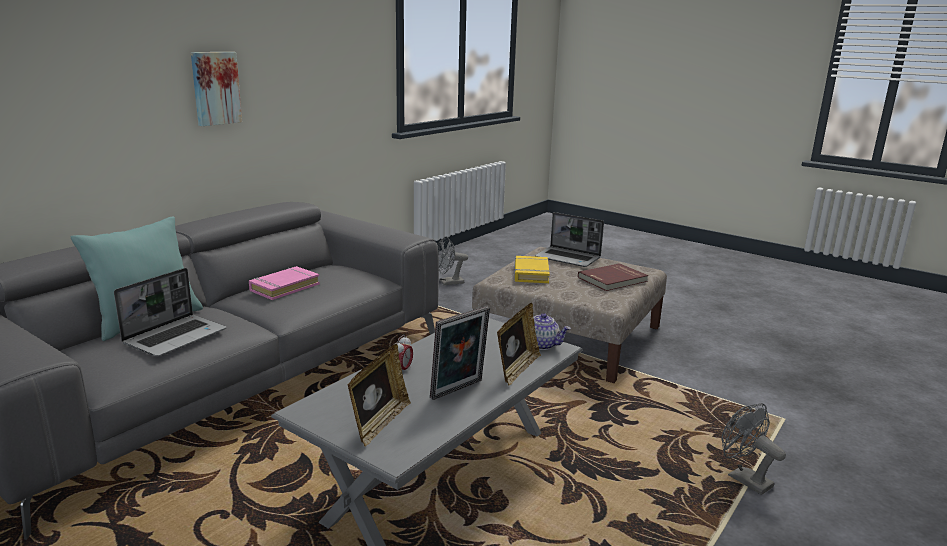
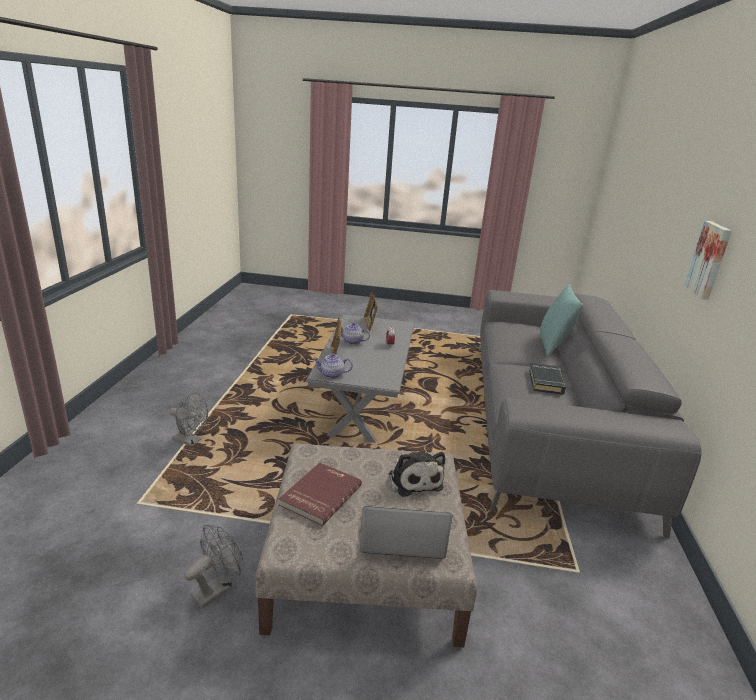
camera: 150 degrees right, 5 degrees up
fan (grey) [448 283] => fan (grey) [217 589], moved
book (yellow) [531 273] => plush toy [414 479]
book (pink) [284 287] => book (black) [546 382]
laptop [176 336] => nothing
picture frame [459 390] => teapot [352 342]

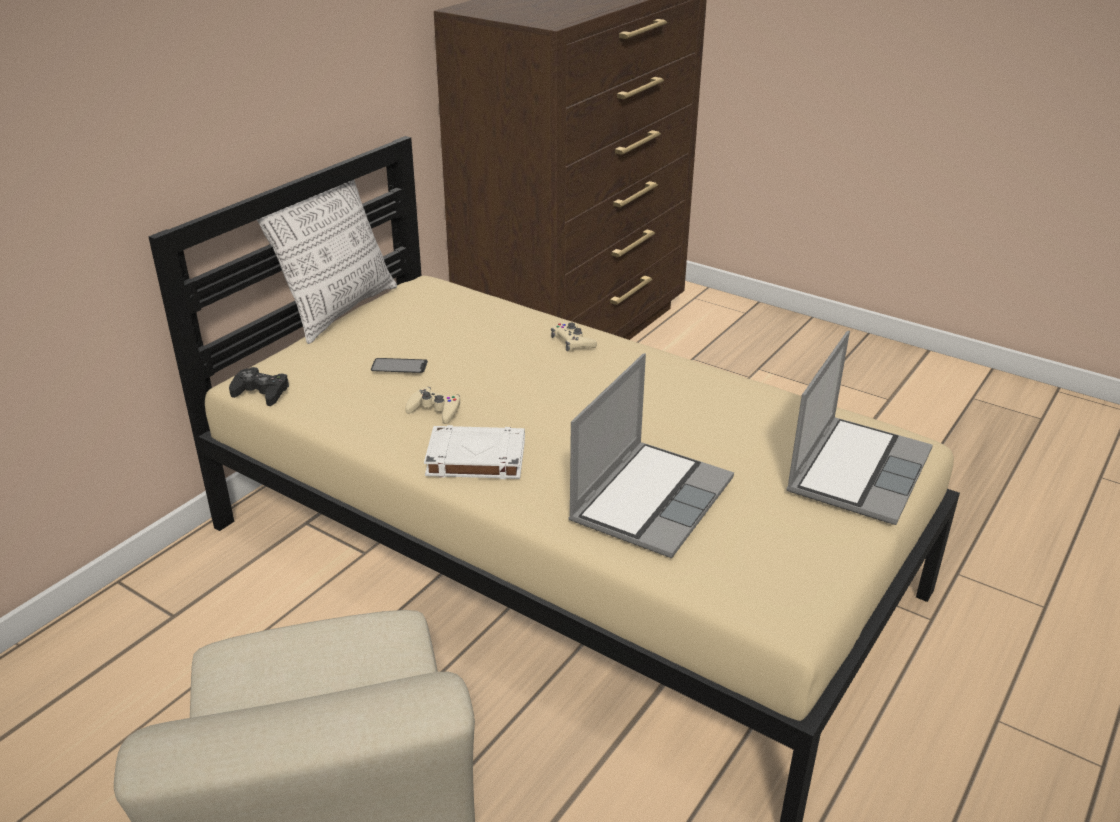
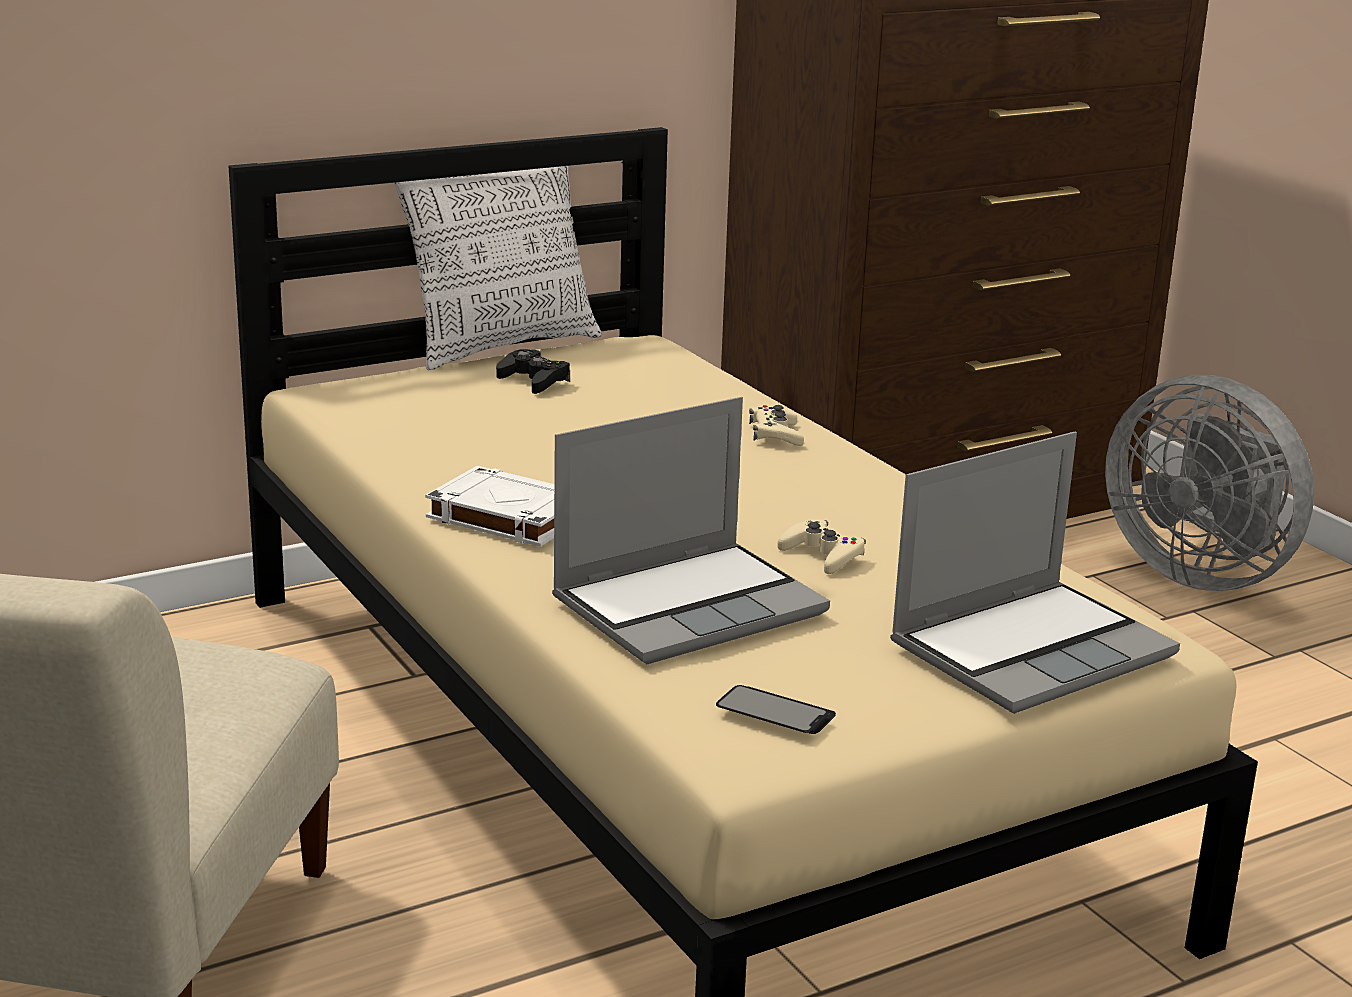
camera: 25 degrees right, 10 degrees down
phone [399 367] => phone [775 713], moved
game controller (black) [261 392] => game controller (black) [534 381], moved
game controller (beige) [434 410] => game controller (beige) [822 555], moved
nothing => fan (grey) [1199 572]

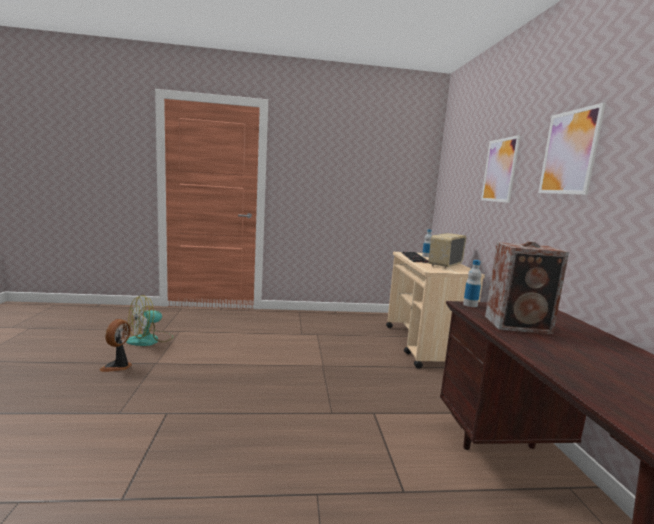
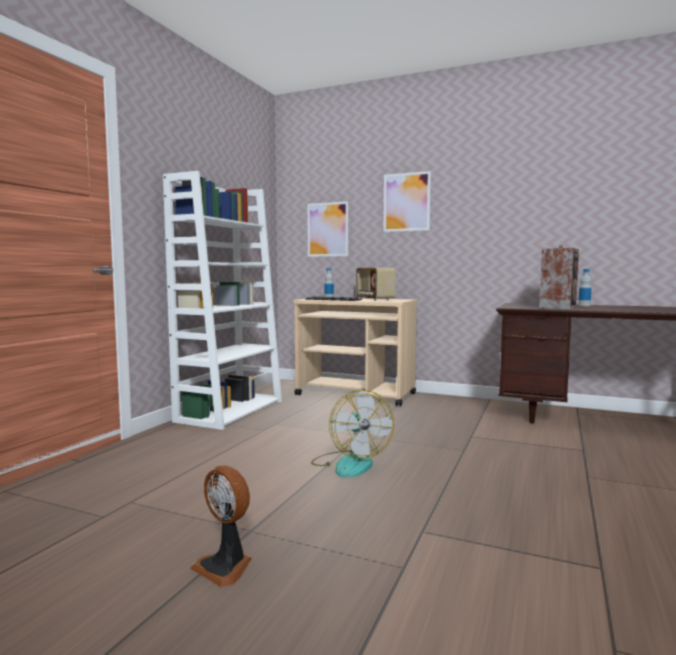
camera: 60 degrees left, 5 degrees down
picture [569 152] => picture [328 229], moved
bottle [470 305] => bottle [584 305], moved
fan [150 340] => fan [350 463], moved
nothing => bookcase (white) [230 410]

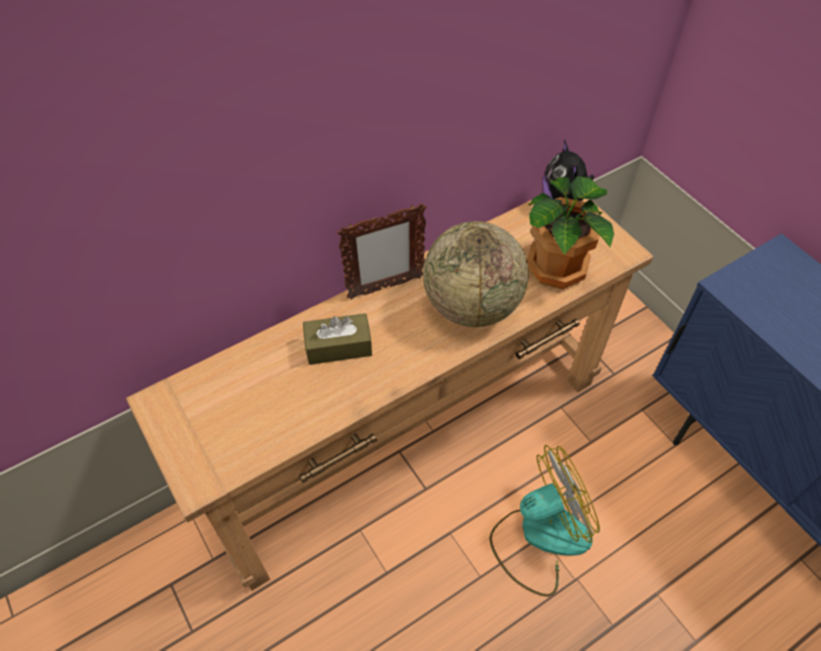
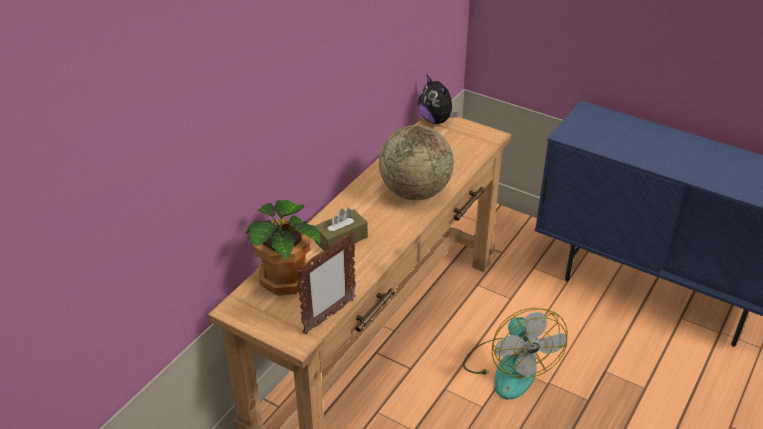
camera: 25 degrees left, 15 degrees down
potted plant [559 267] => potted plant [287 278], moved
picture frame [385 287] => picture frame [329 316], moved
fan [539 536] => fan [509 367], 120 degrees clockwise

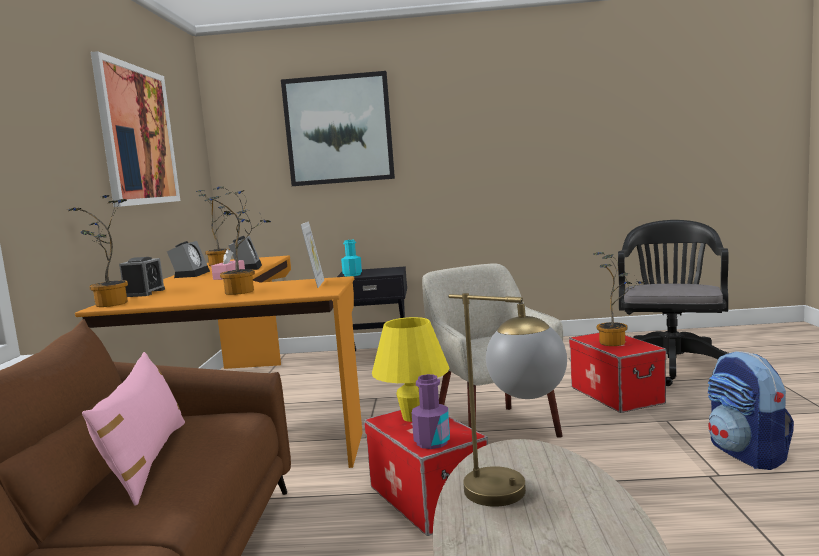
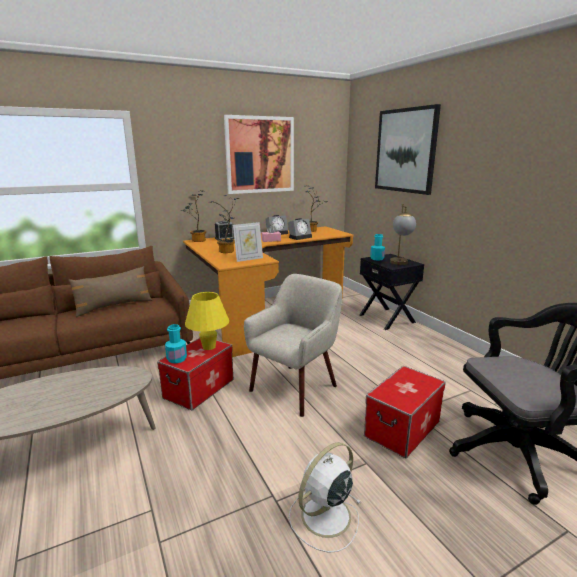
camera: 60 degrees right, 10 degrees up
potted plant [616 343] => nothing
table lamp [516 495] => table lamp [400 264], moved
backpack [747 454] => fan (white) [324 517]
pillow (pink) [146 460] => pillow (brown) [114 306]
bottle (purple) [432 442] => bottle (turquoise) [177 359]

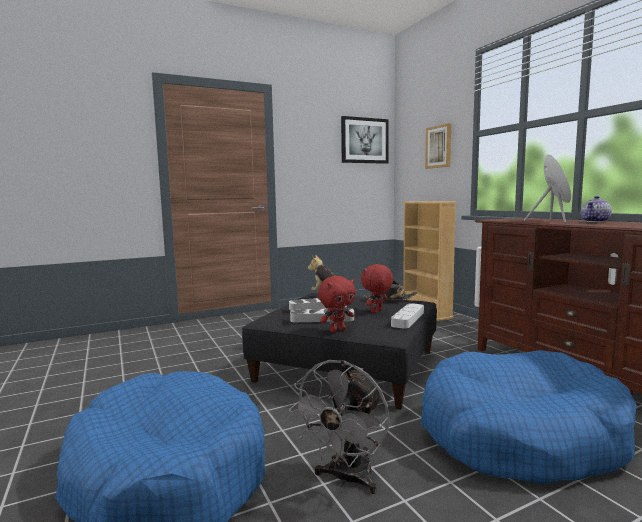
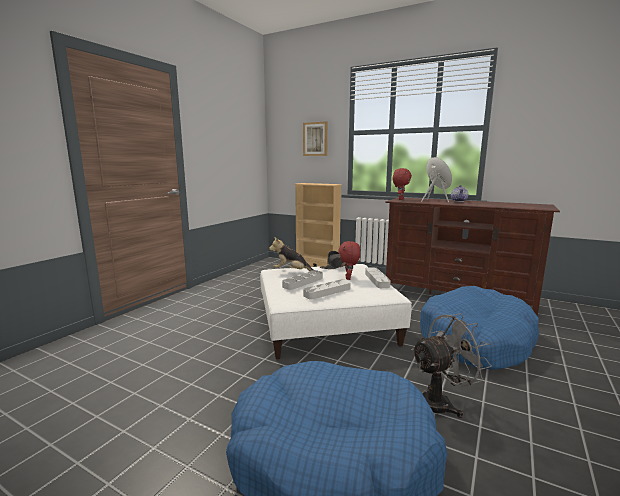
camera: 35 degrees left, 5 degrees up
picture [364 140] => nothing
plush toy (red) [337 330] => plush toy (red) [400 199], moved
ottoman (black) [347 366] => ottoman (white) [326 325]
fan (grey) [346 479] => fan (grey) [441 403], 105 degrees counterclockwise

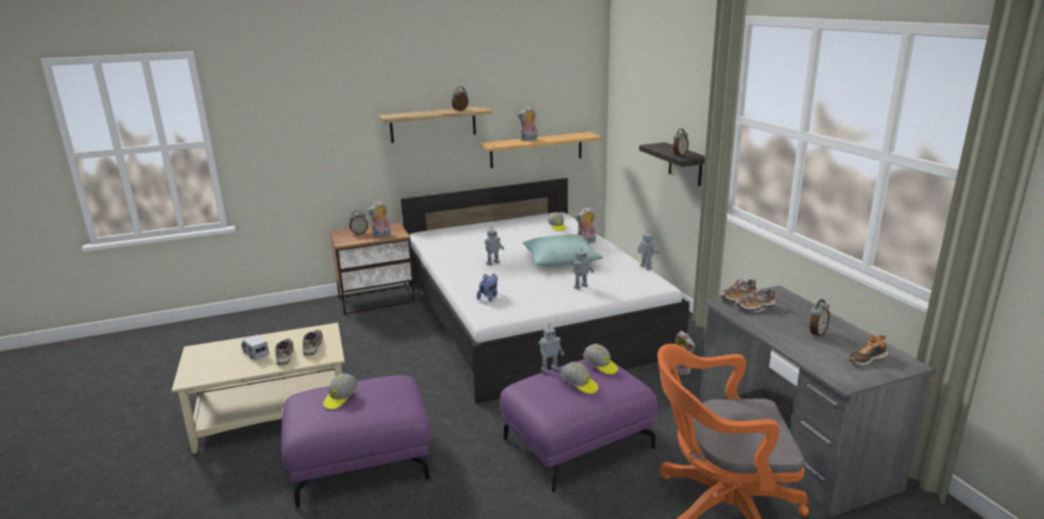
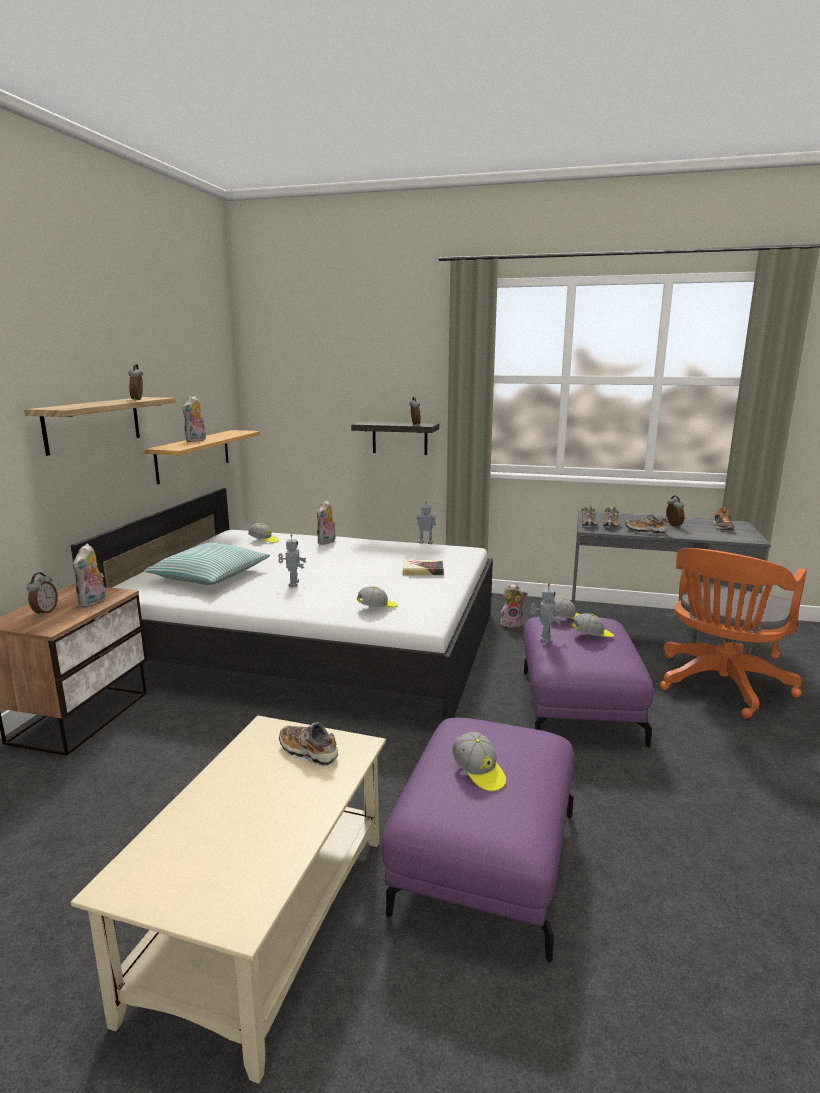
camera: 55 degrees left, 5 degrees down
pillow [561 259] => pillow [209 576], moved
toy robot [580 286] => book [422 571]
plush toy [489 297] => cap [377 608]
toy truck [255 353] => nothing
shoe [285 356] => shoe [645 531], moved

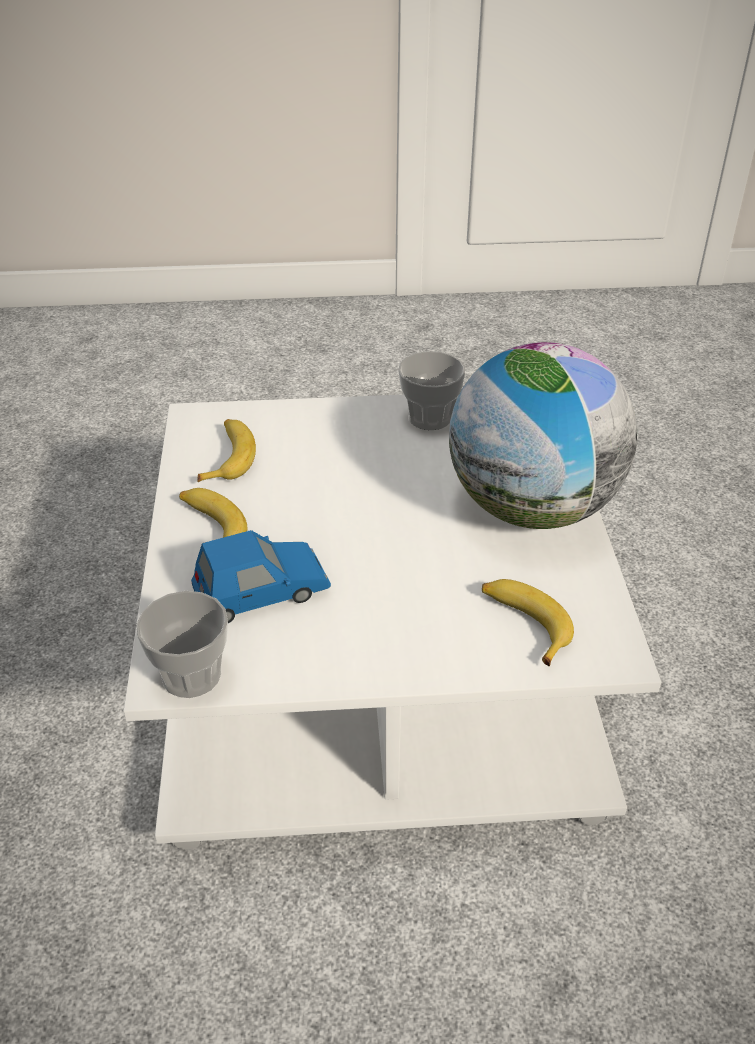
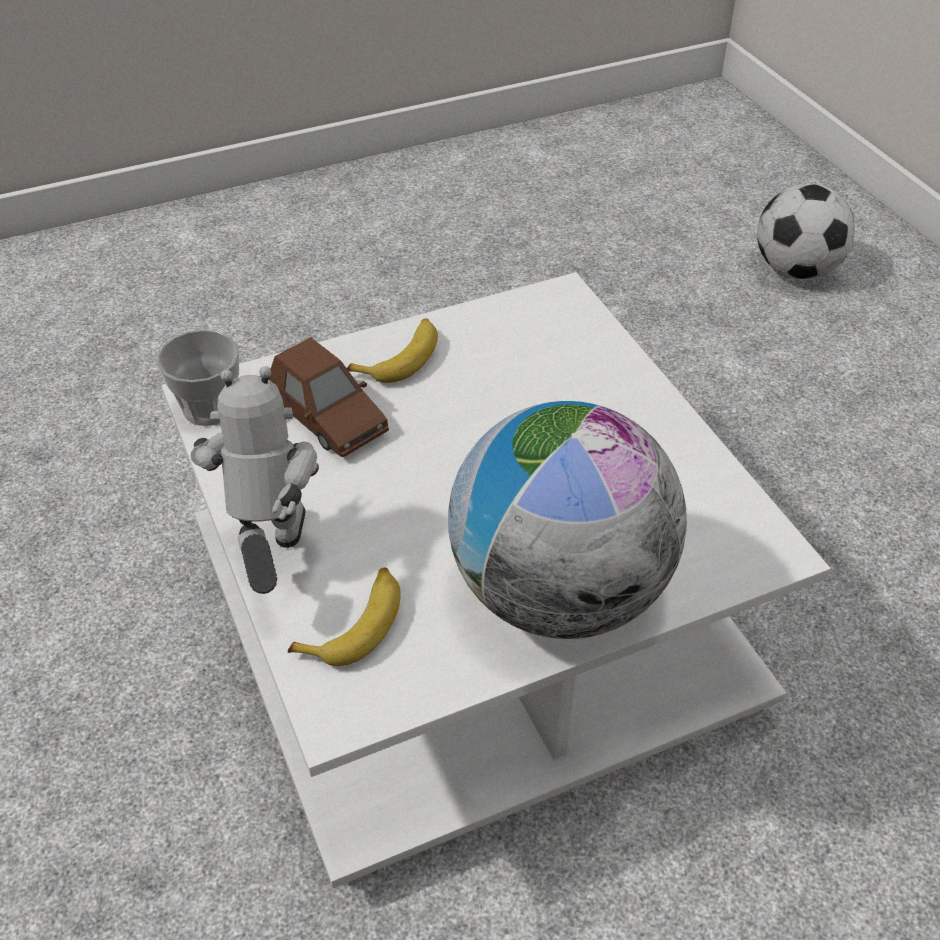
camera: 70 degrees right, 5 degrees up
cup [429 417] => nothing
banana [228 457] => nothing
toy car (blue) [261 592] => toy car (brown) [327 418]
nothing => football [795 270]
nothing => toy robot [273 560]

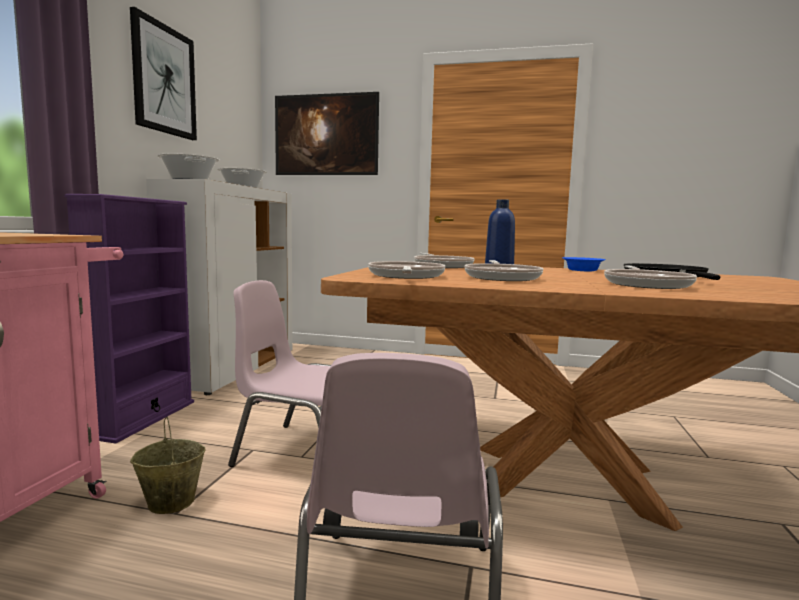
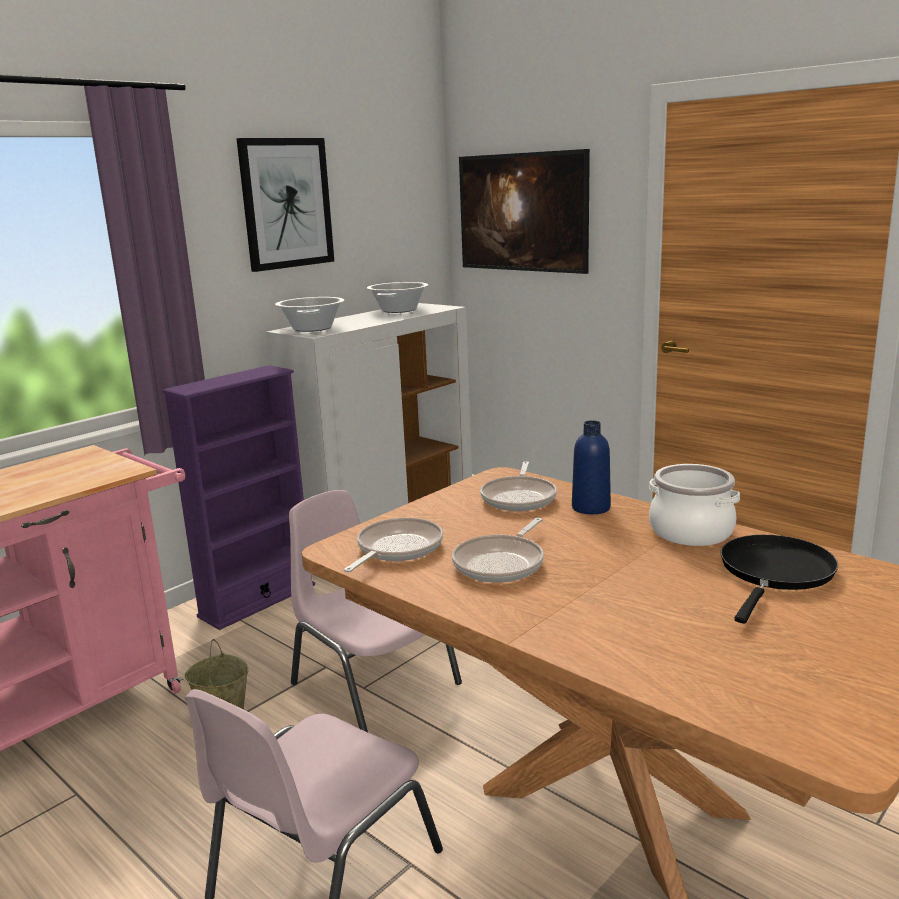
camera: 30 degrees right, 10 degrees up
bowl (blue) [582 270] => cooking pot [690 532]
frying pan [646 285] => nothing

